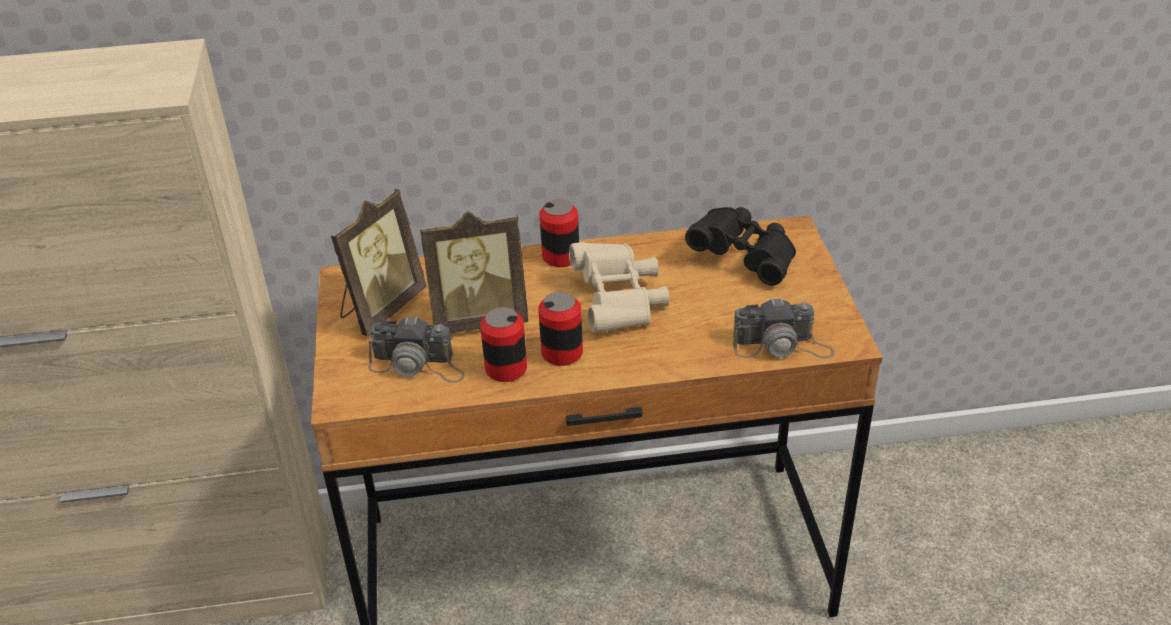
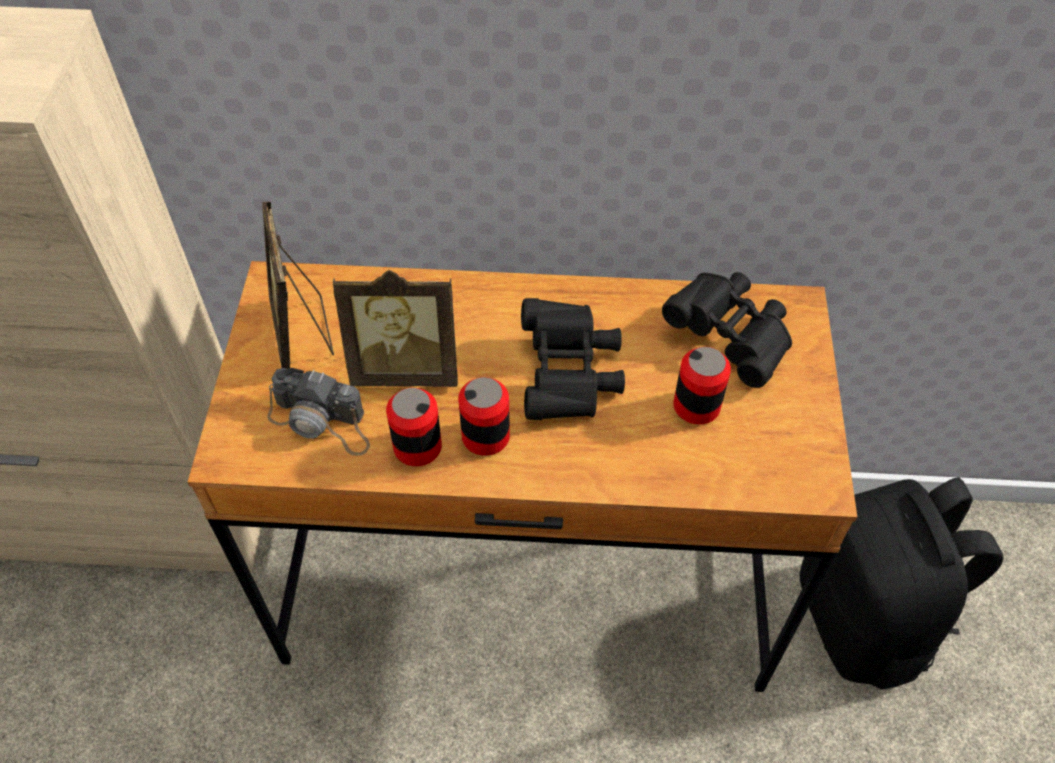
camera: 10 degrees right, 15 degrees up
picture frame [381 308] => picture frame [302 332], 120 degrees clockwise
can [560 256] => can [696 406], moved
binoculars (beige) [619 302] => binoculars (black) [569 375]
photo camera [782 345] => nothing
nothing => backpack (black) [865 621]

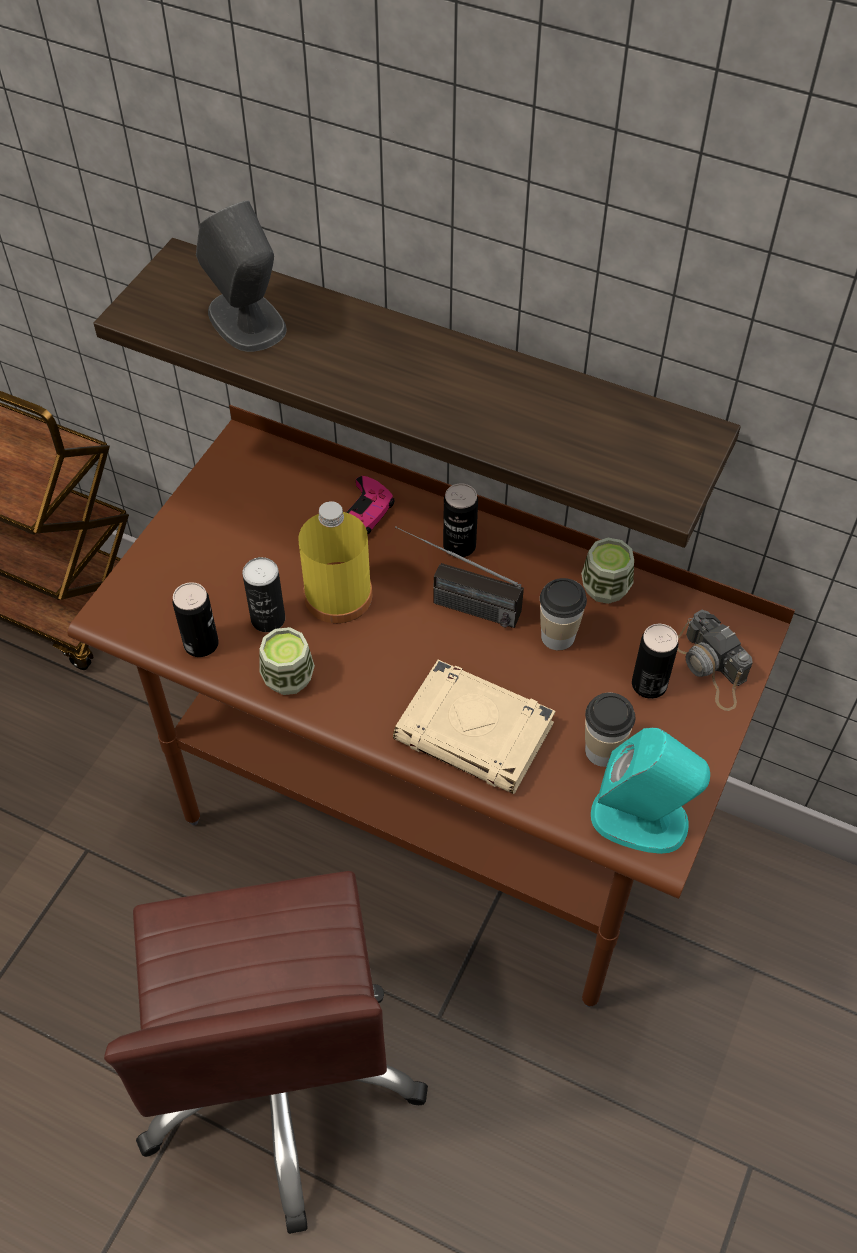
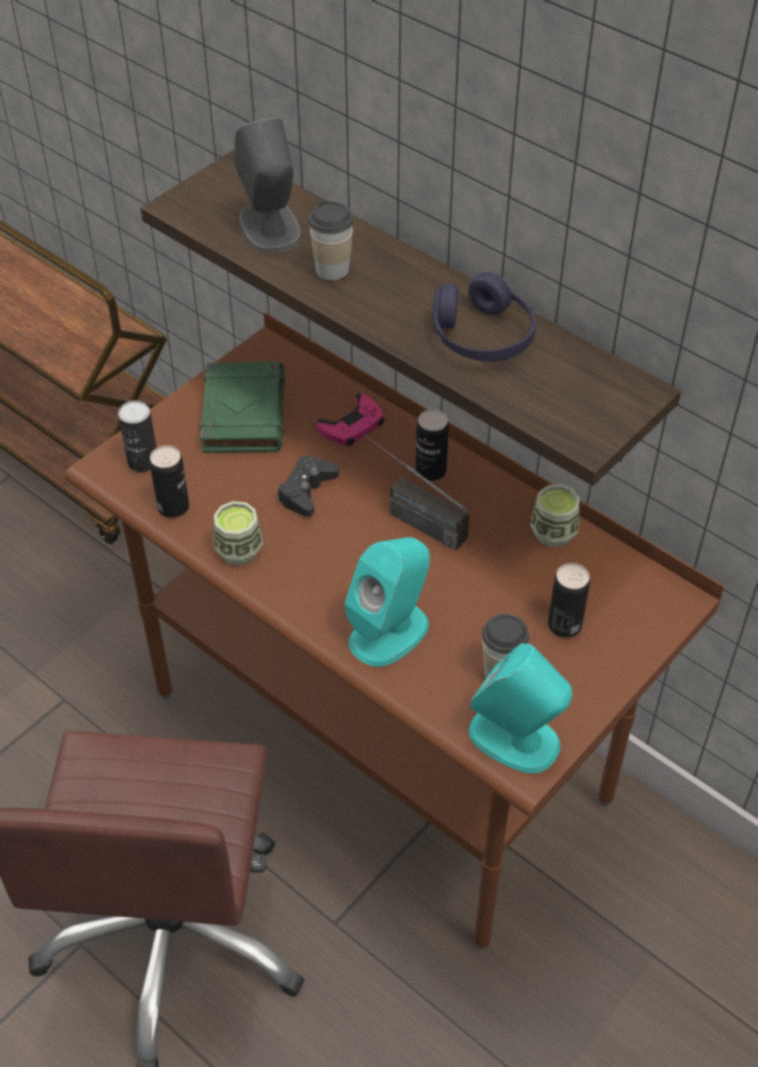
camera: 15 degrees right, 5 degrees down
bottle (yellow) [338 595] => game controller (black) [307 491]
can [268 619] => can [143 461], moved
cup [558 636] => cup [332 269], moved
photo camera [711 668] => nothing
book (beige) [476 733] => speaker (turquoise) [389 632]
nothing => headphones (purple) [482 336]
nothing => book (green) [243 413]

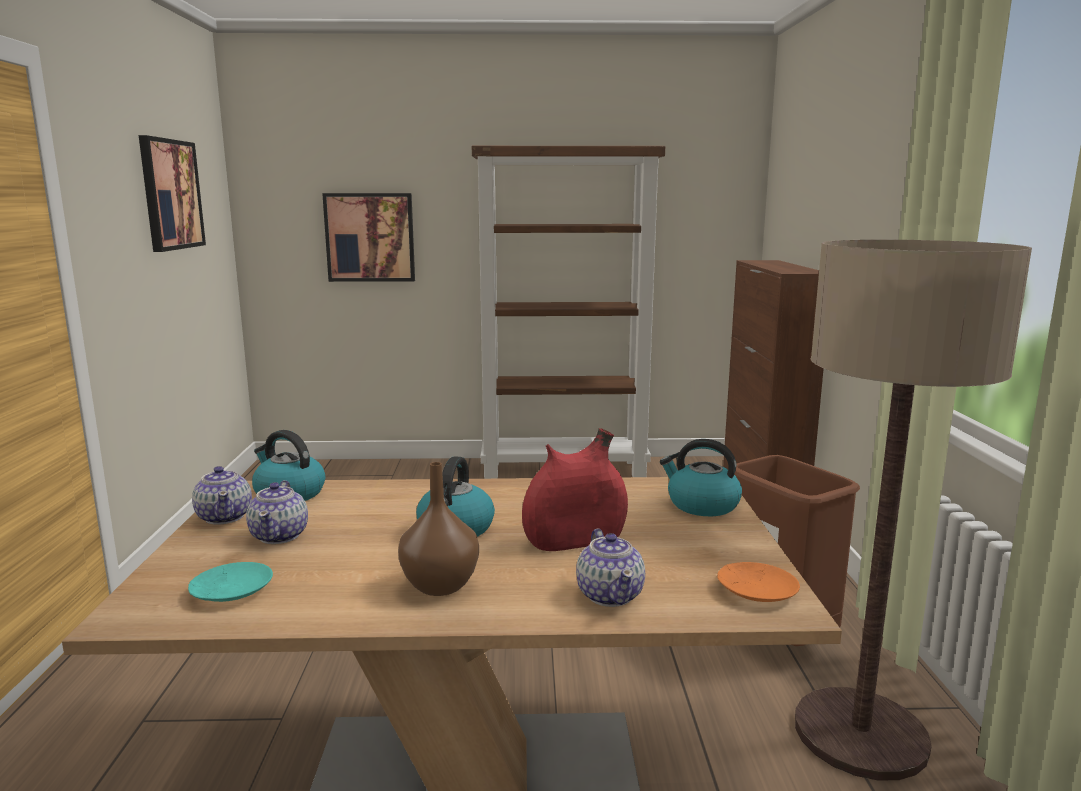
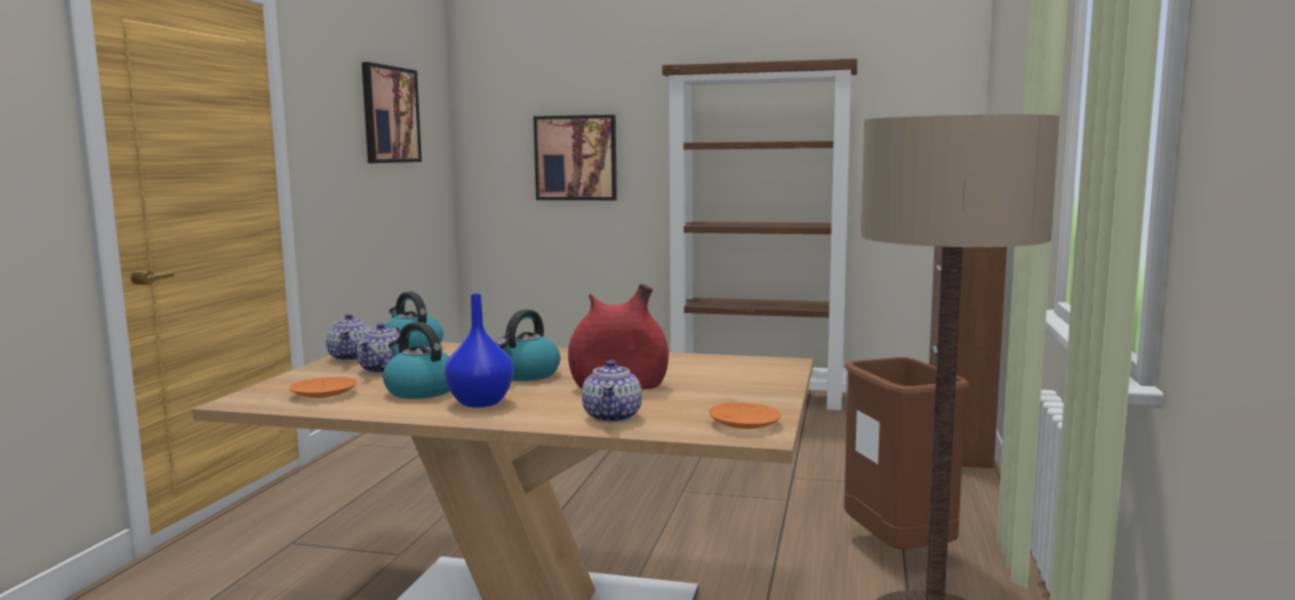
camera: 15 degrees right, 5 degrees down
kettle [701 505] => kettle [420 390], moved
vase (brown) [439 585] => vase (blue) [480 402]
plate (turquoise) [231 591] => plate (orange) [323 394]

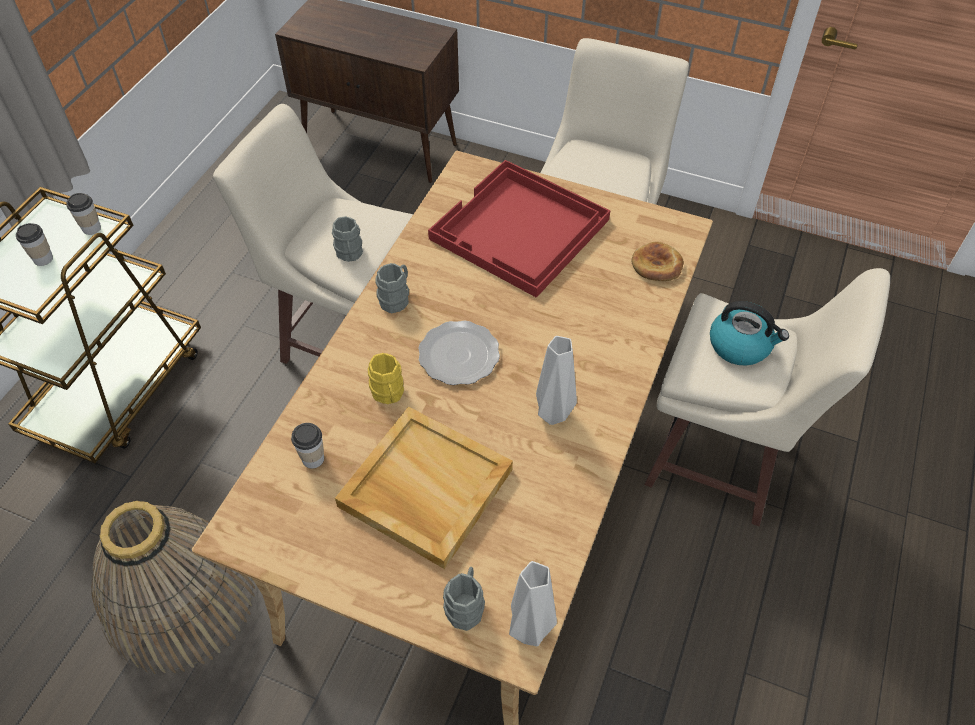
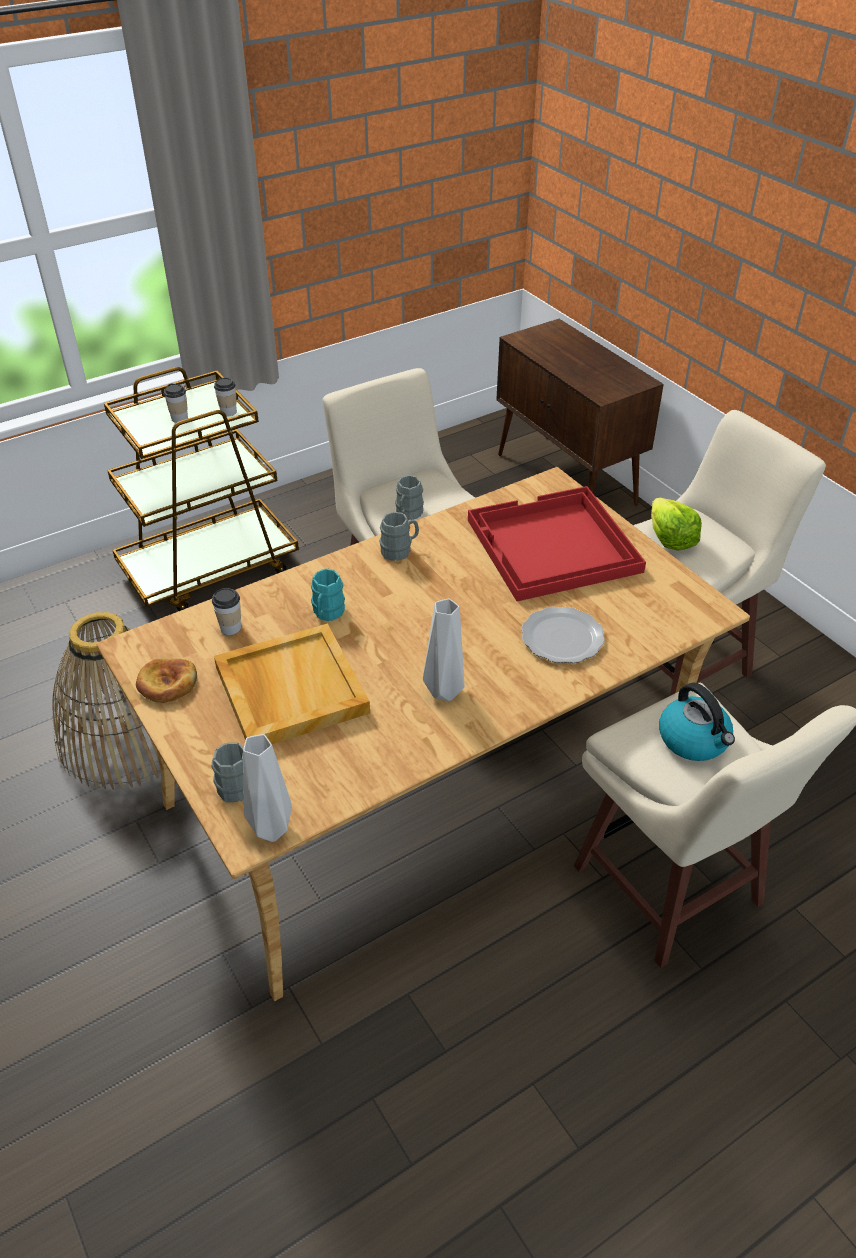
camera: 35 degrees right, 10 degrees down
bread [657 265] => bread [167 683], moved
plate [460 354] => plate [563 637], moved
mug (yellow) [388 395] => mug (turquoise) [327 613]
nothing => lettuce [670 539]

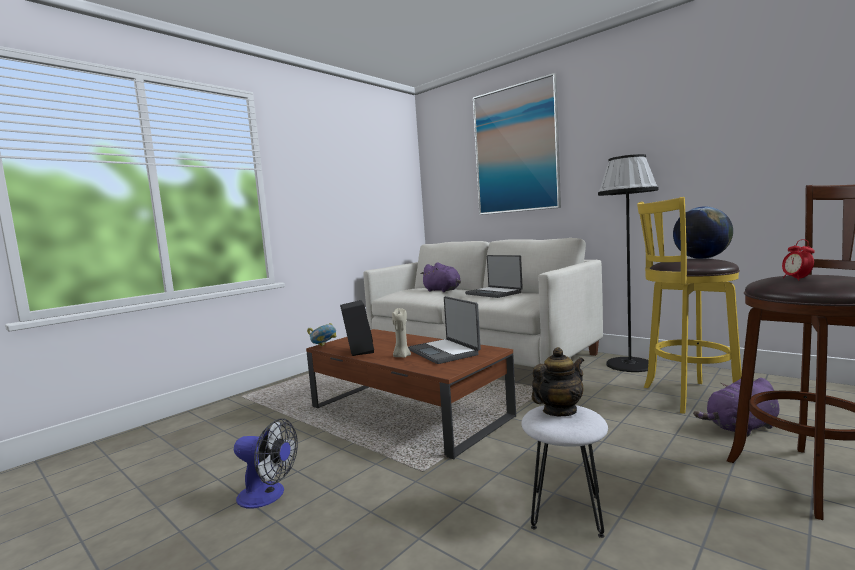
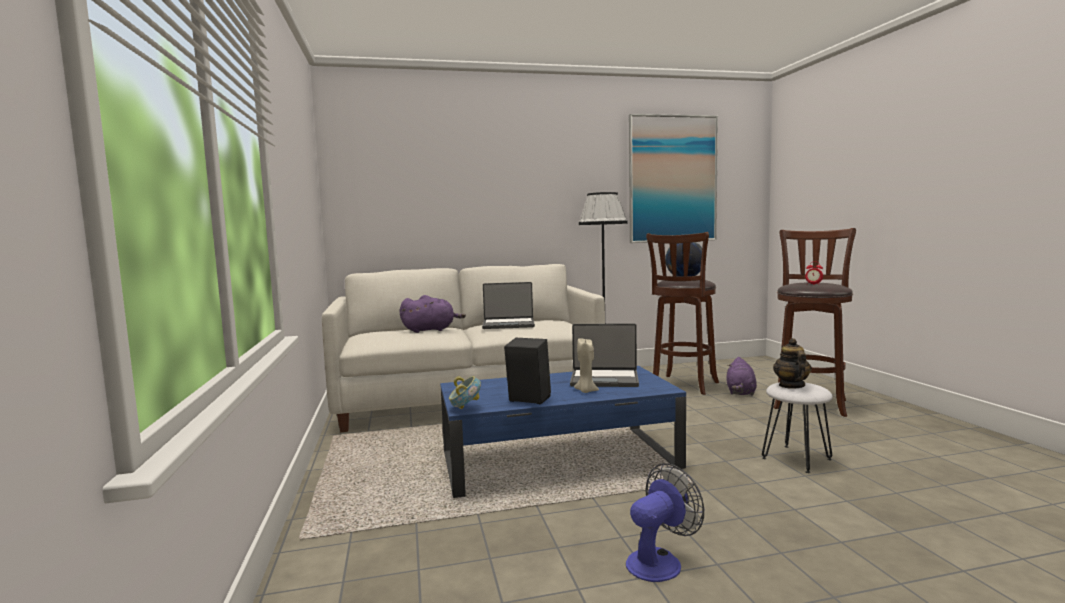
camera: 55 degrees left, 0 degrees up
picture [515 150] => picture [672 179], moved
stool (yellow) [686 397] => stool (brown) [683 385]
coffee table (brown) [408 412] => coffee table (blue) [560 459]

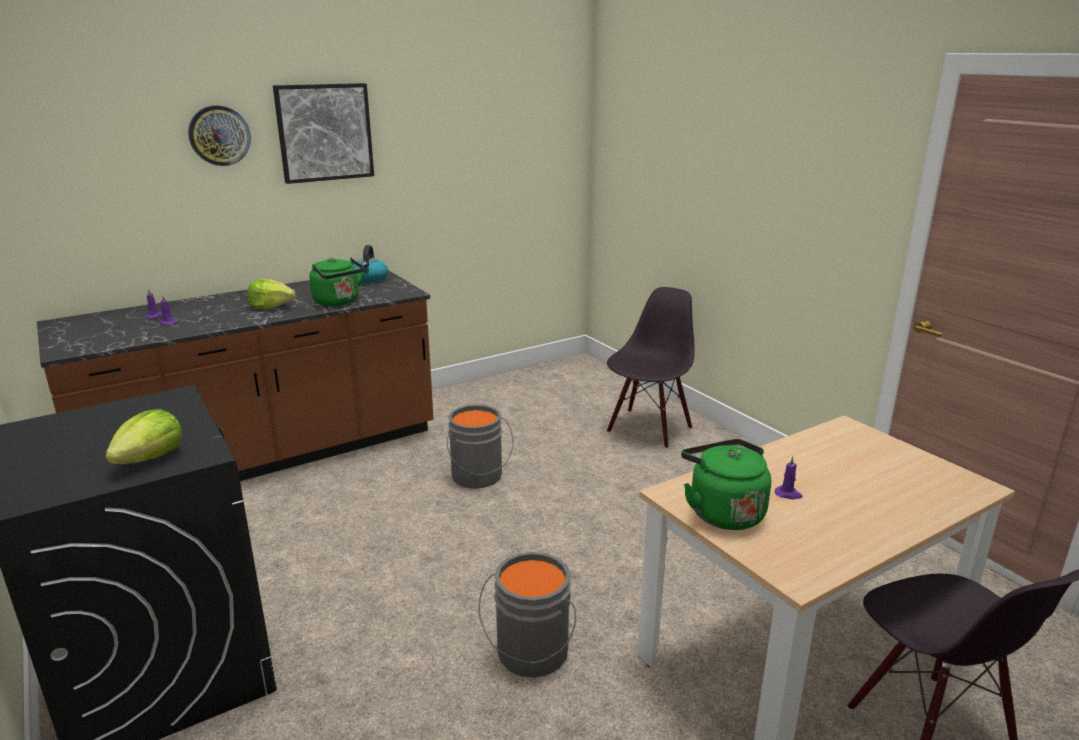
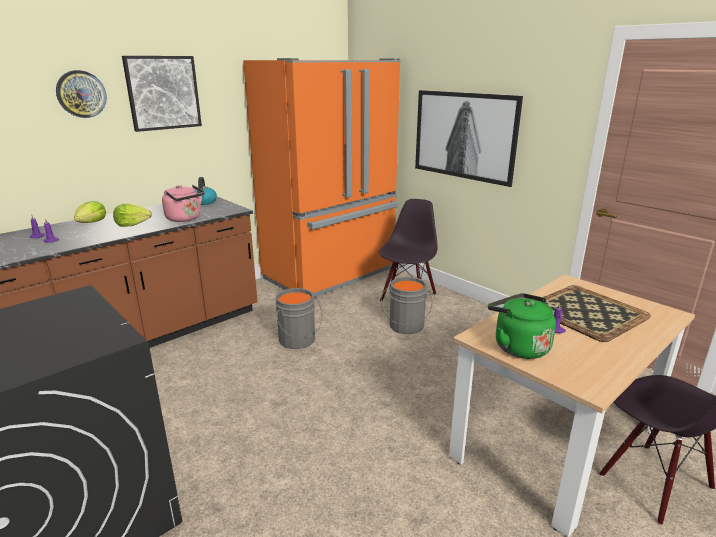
camera: 10 degrees left, 0 degrees up
kettle (green) [338 302] => kettle (pink) [185 219]
lettuce [150 458] => lettuce [92 223], moved
bucket (grey) [530 654] => bucket (grey) [406 326], moved
nothing => fridge (orange) [332 275]
nothing => picture [464 135]
nothing => tray [585 312]

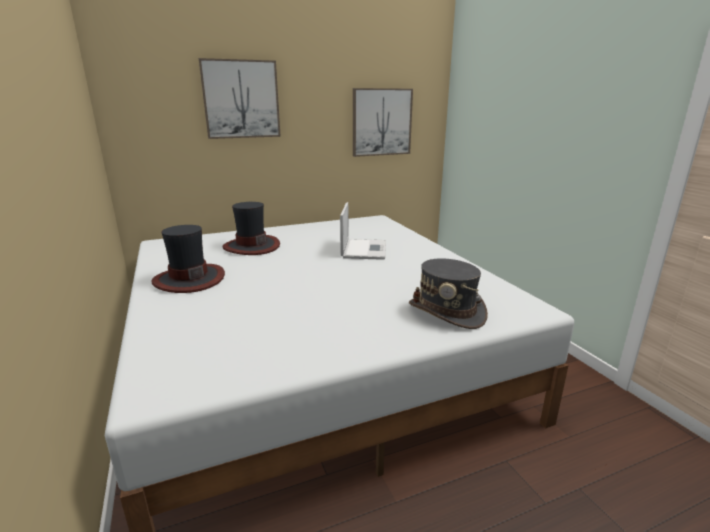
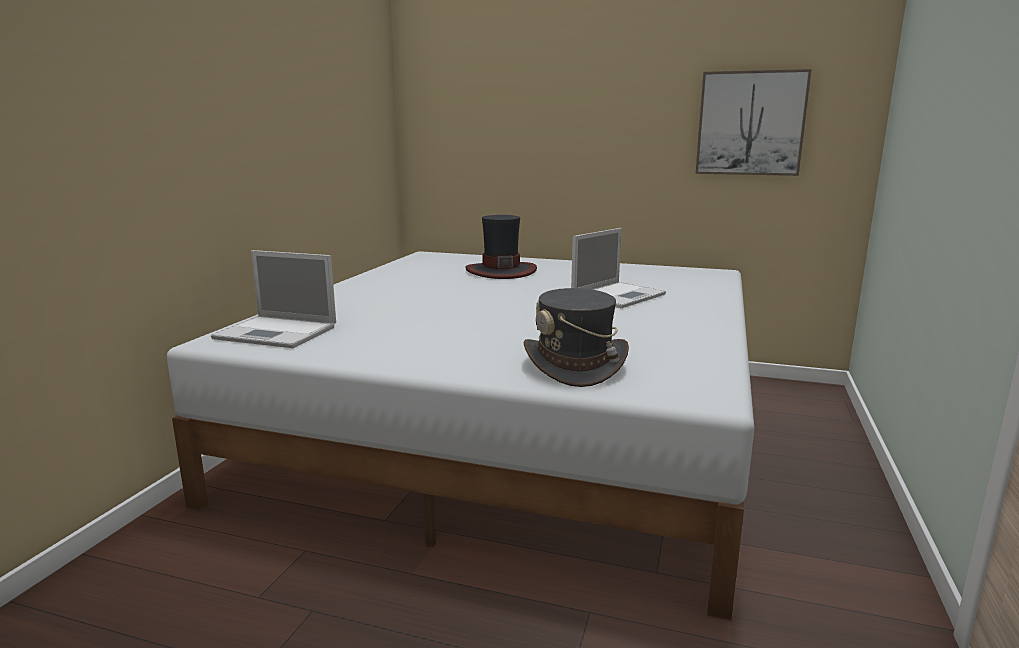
camera: 40 degrees right, 5 degrees down
picture [241 99] => nothing
hat [189 279] => nothing
nothing => laptop [278 332]

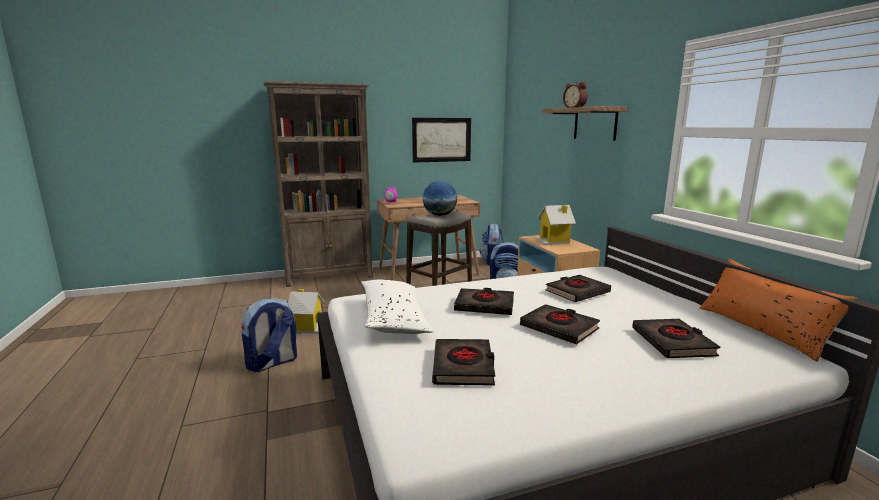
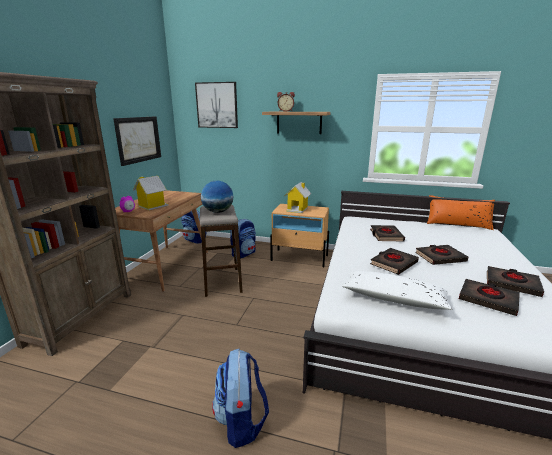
camera: 55 degrees left, 5 degrees up
toy house [308 327] => toy house [152 206], moved
book (black) [673 343] => book (black) [512 284], moved
nothing => picture [217 105]

